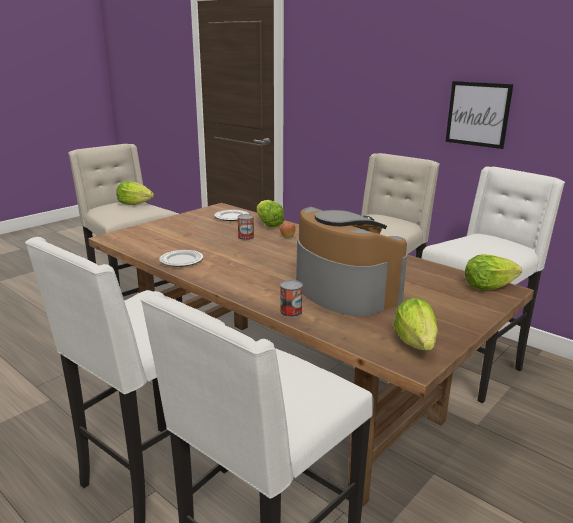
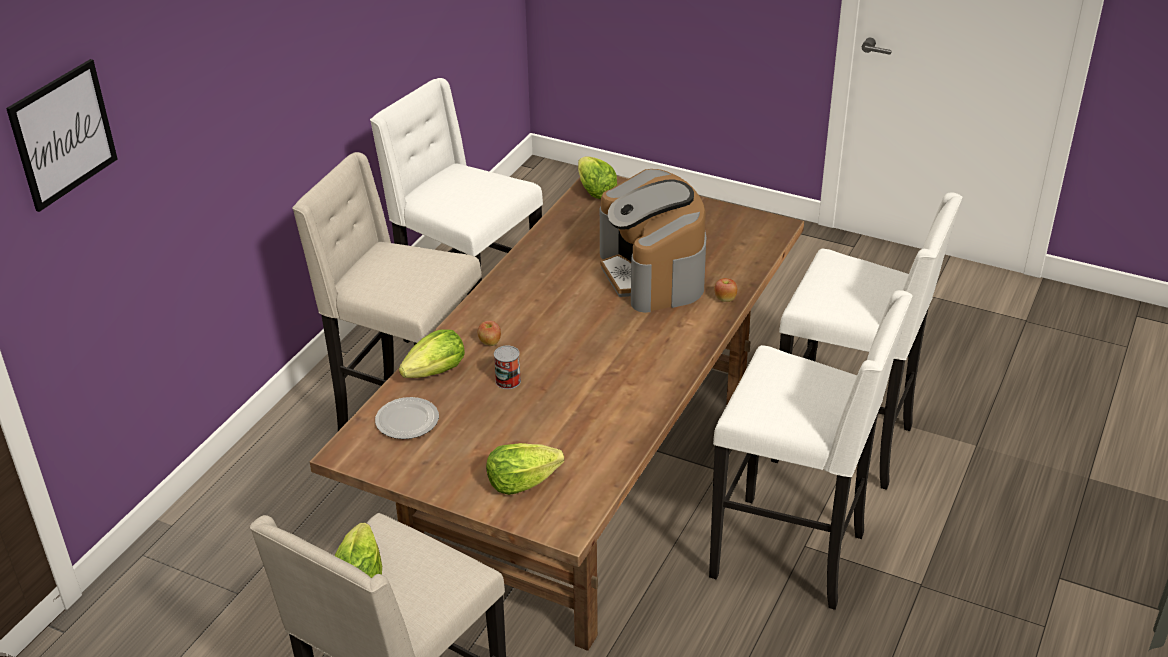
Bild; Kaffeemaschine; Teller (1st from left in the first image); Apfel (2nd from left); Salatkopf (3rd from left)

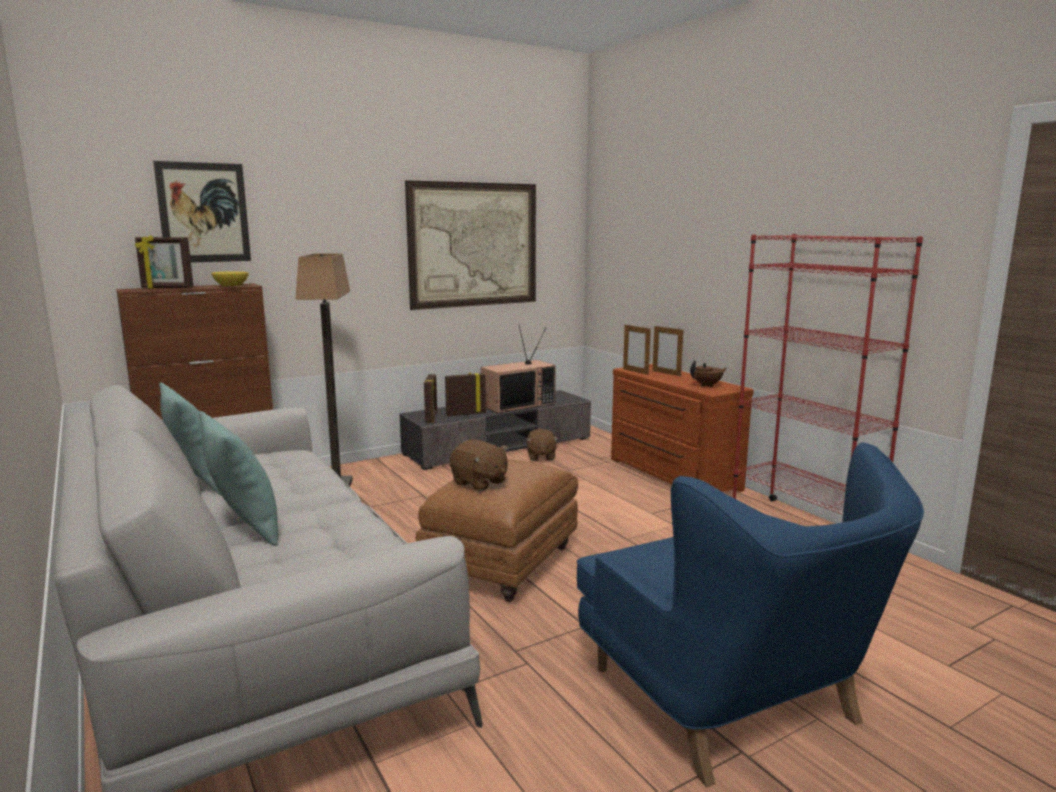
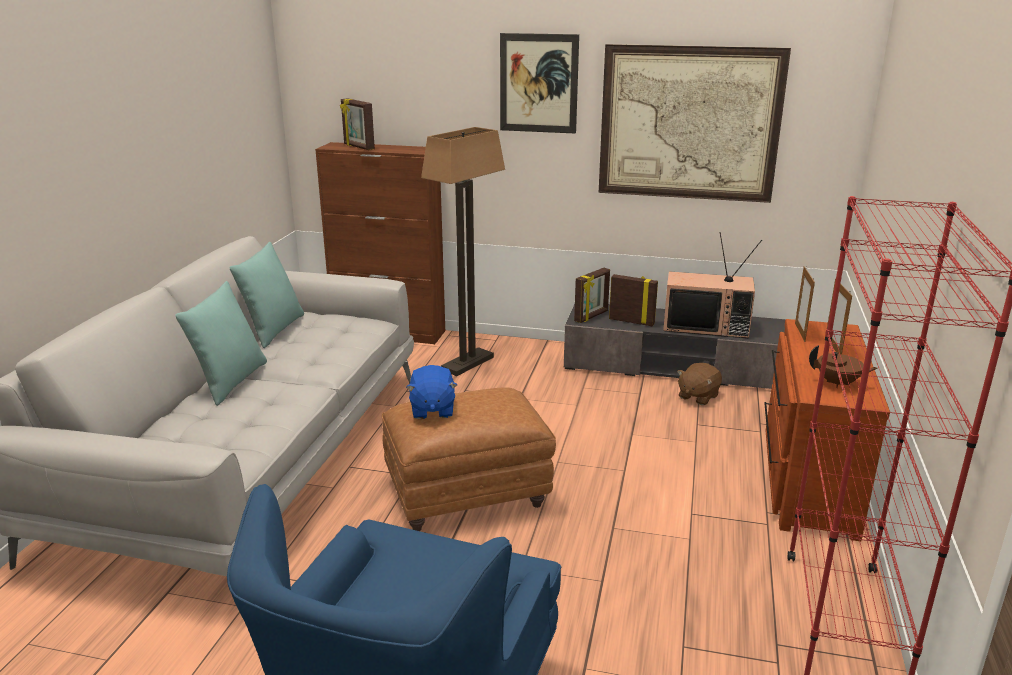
Bild (1st from left); Schüssel [gelb]; Plüschtier [blau]

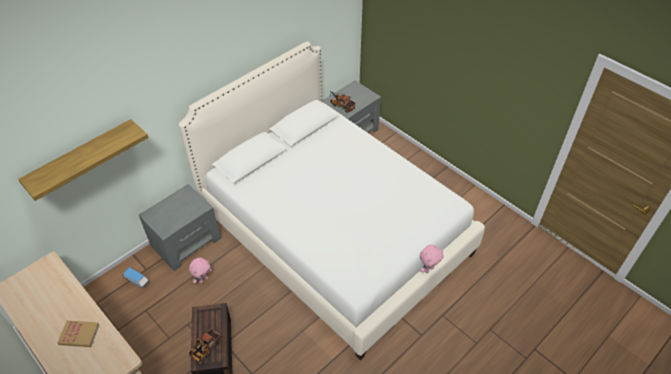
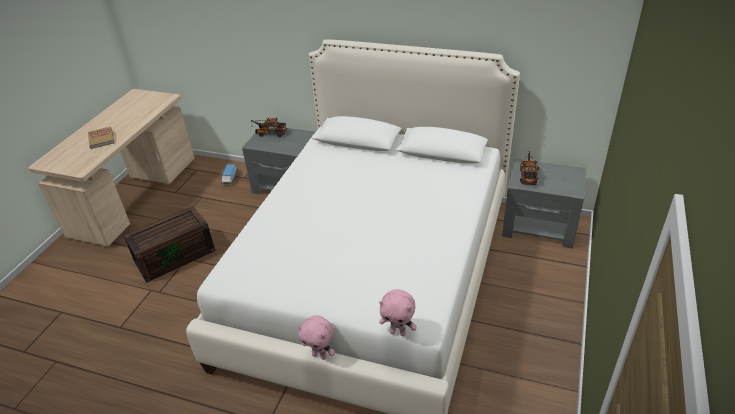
Wandregal; Plüschtier [rosa] (2nd from left); Spielzeuglaster (1st from left)

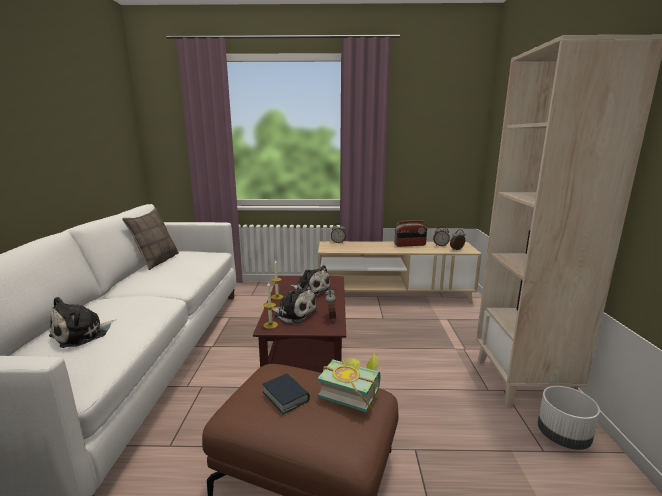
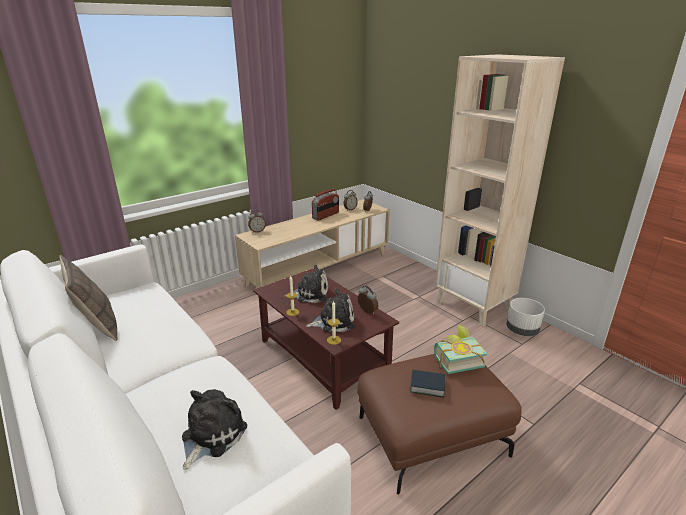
Plüschtier (1st from left)

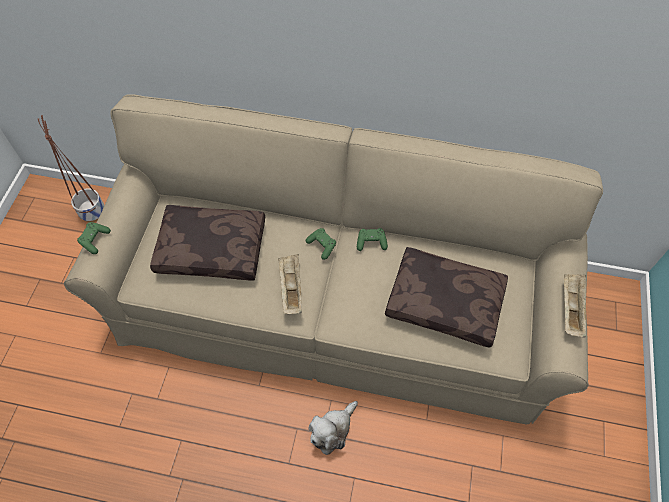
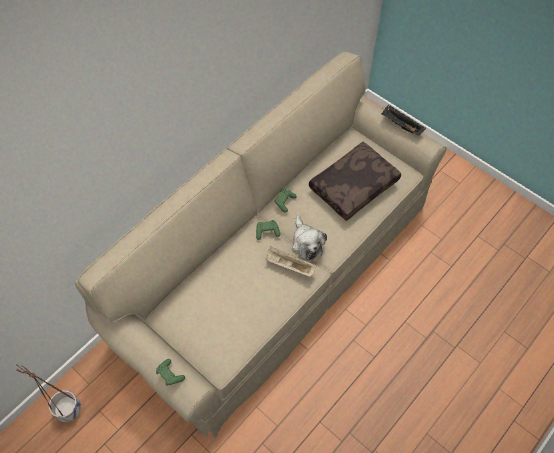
Kissen [braun] (1st from left in the first image); Tablett [schwarz]; Plüschtier

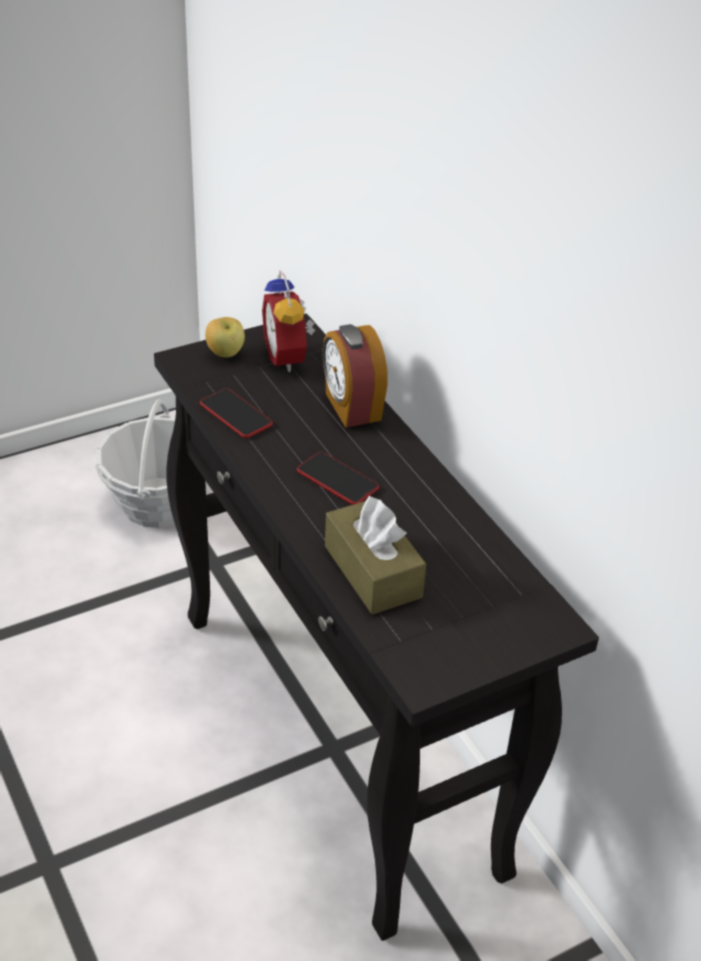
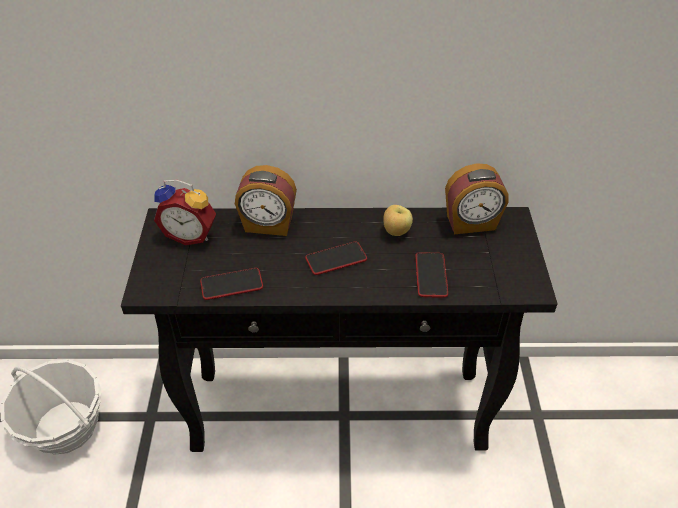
Apfel; Handy (3rd from left); Wecker (3rd from left)

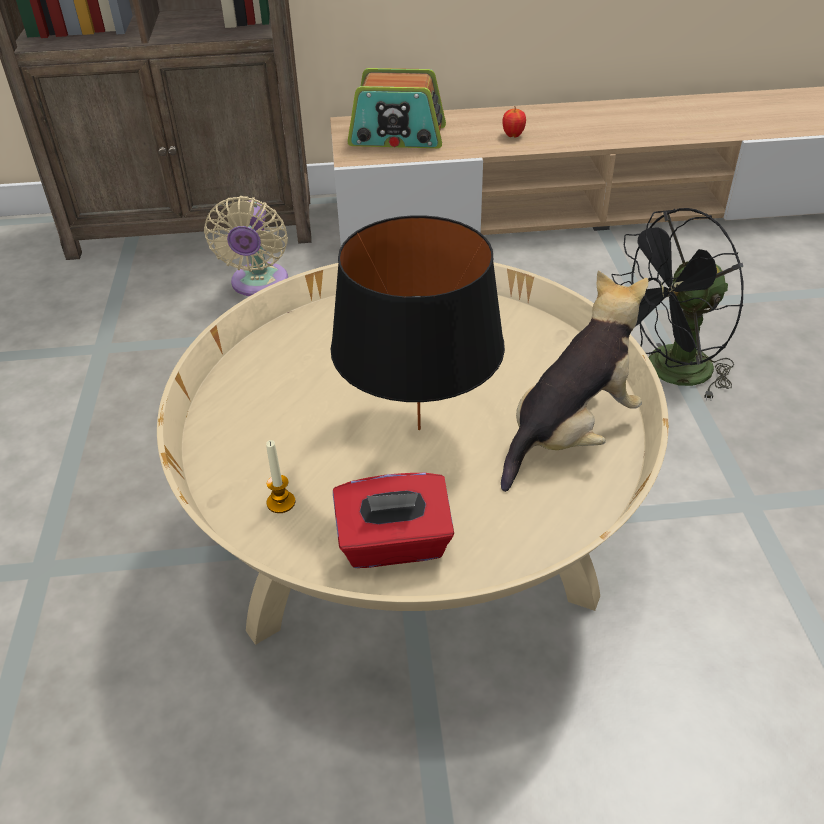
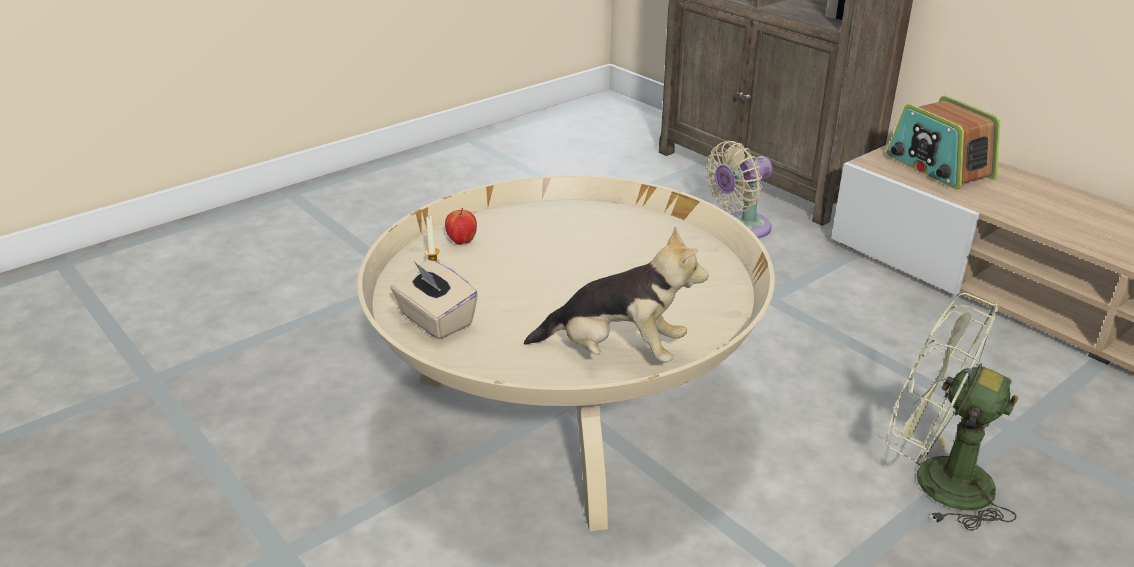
Apfel; Ventilator [grün]; Tischlampe [schwarz]; Taschentuchbox [beige]

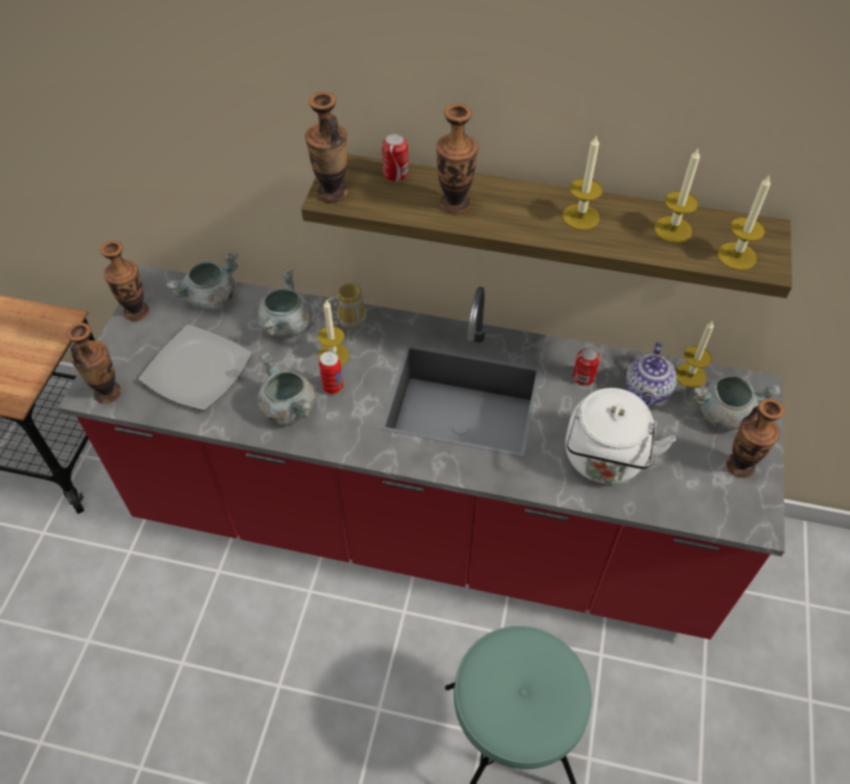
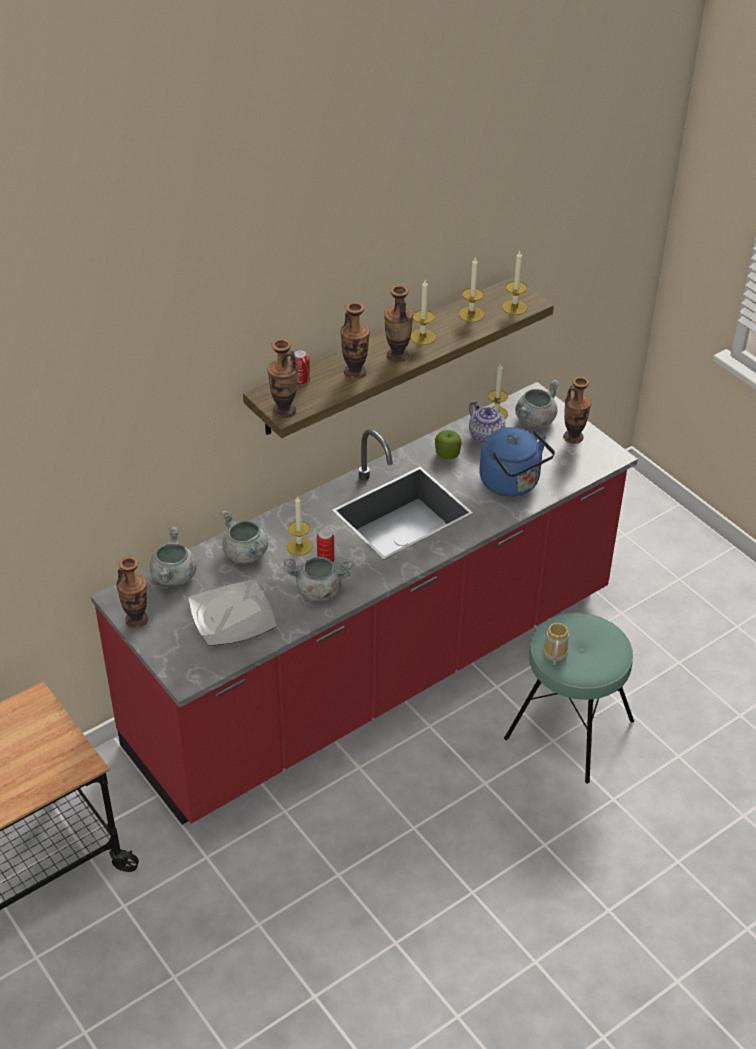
Henkelbecher; Vase (4th from left); Apfel; Wasserkessel [blau]

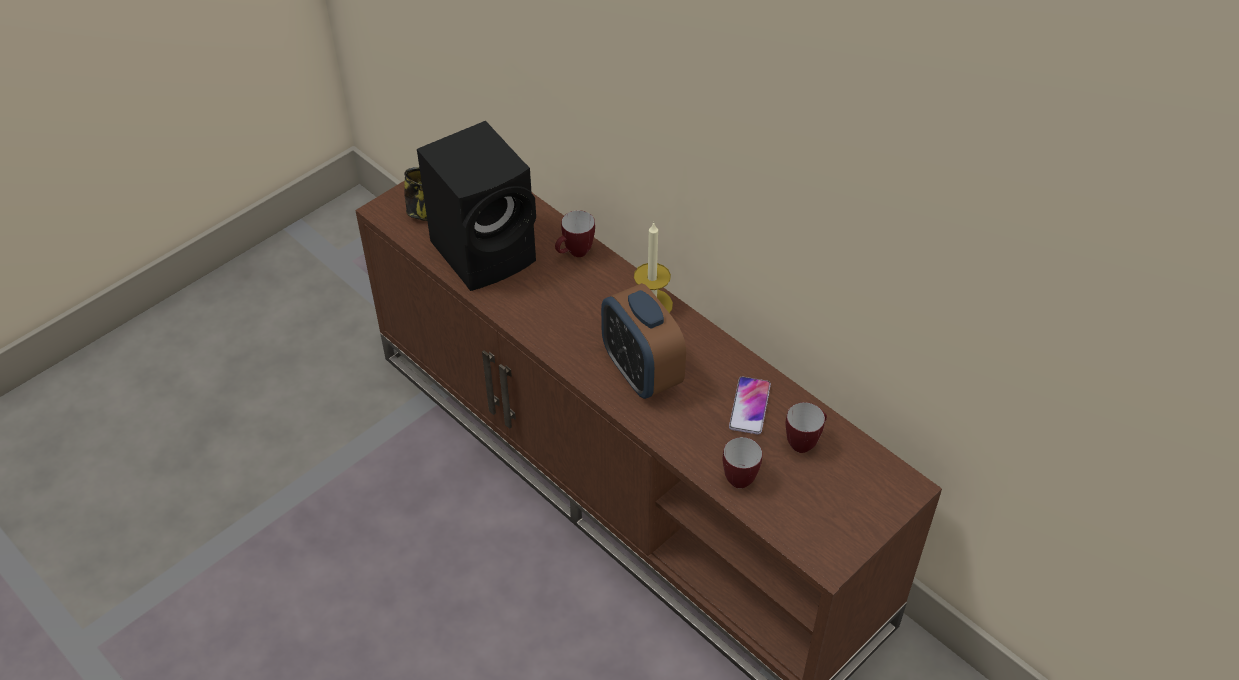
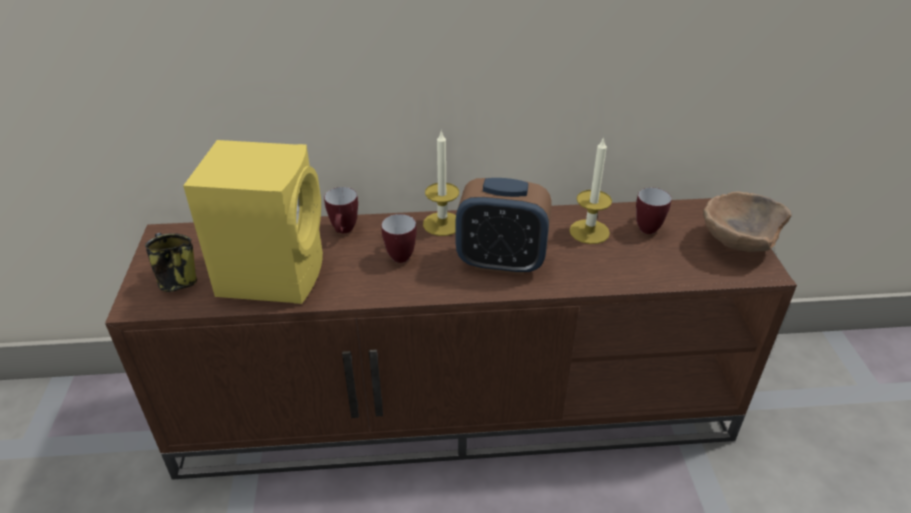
Lautsprecher [gelb]; Kerze (2nd from left); Henkelbecher (3rd from left); Schüssel [braun]

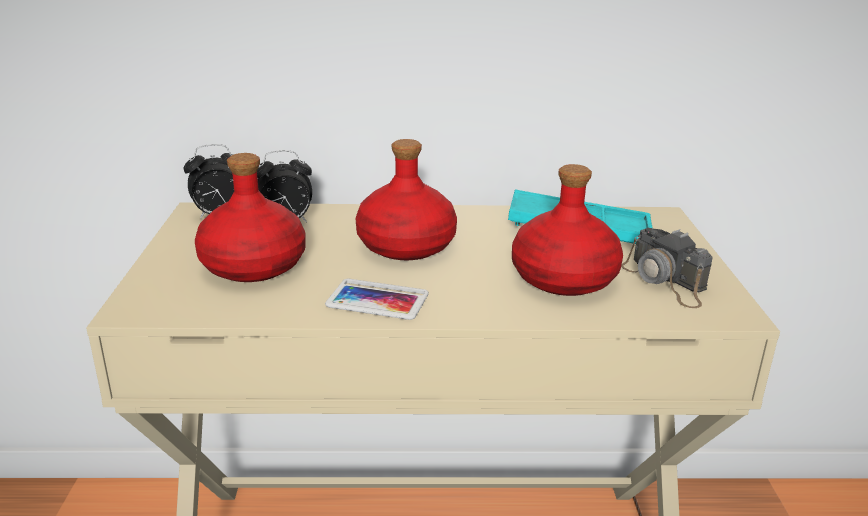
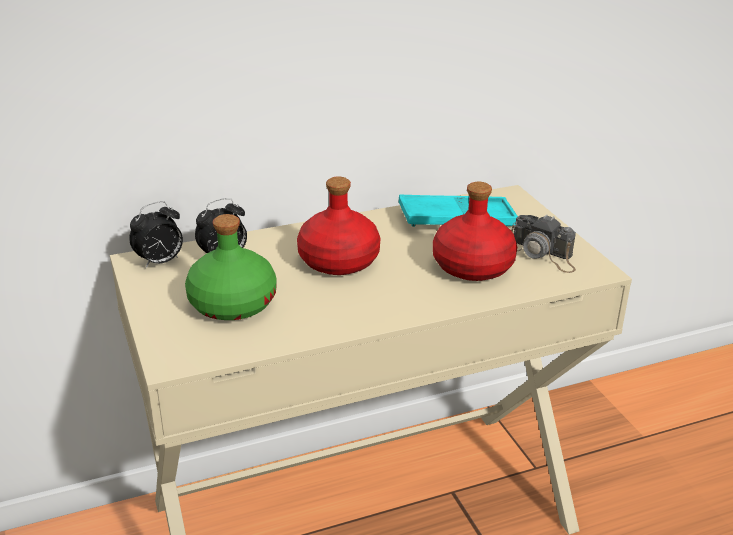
Flasche [grün]; Handy

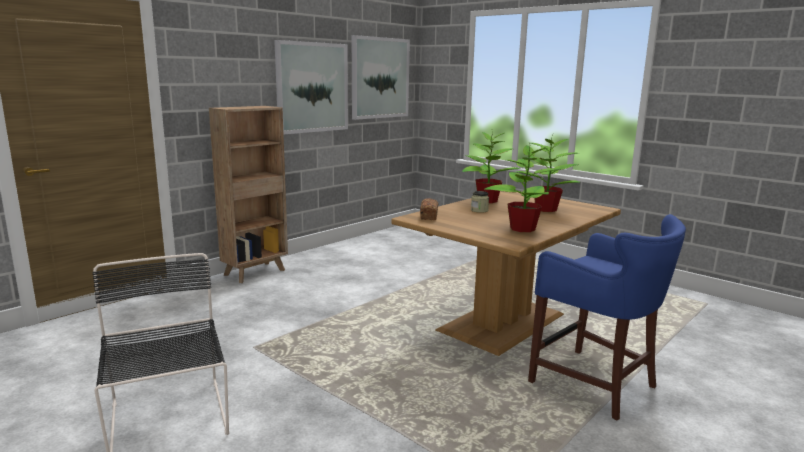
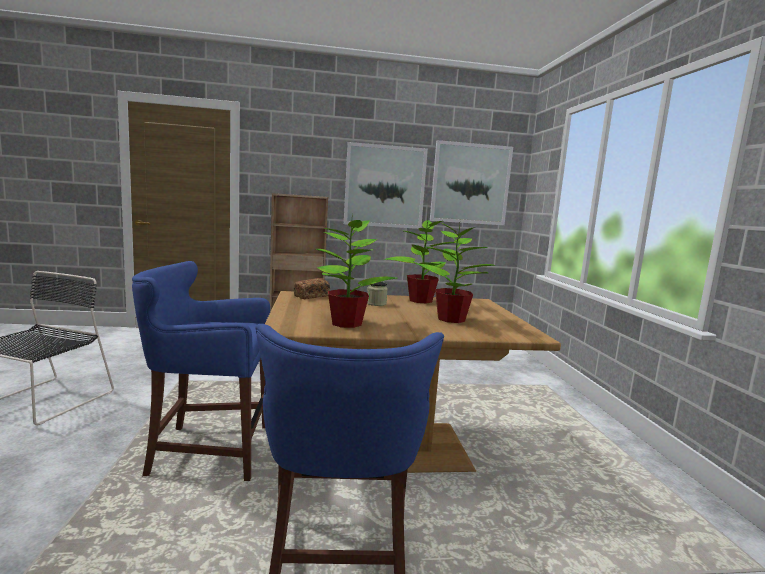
Hocker [blau] (1st from left)

